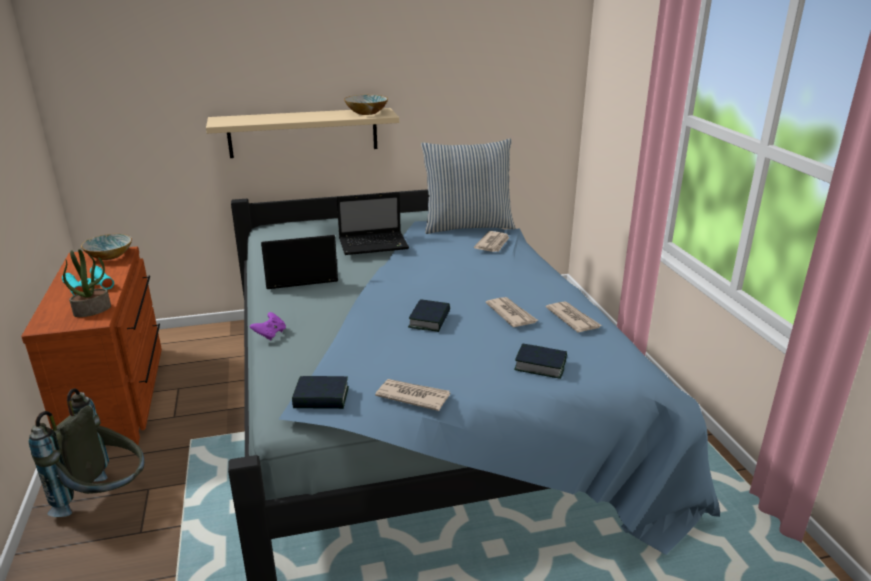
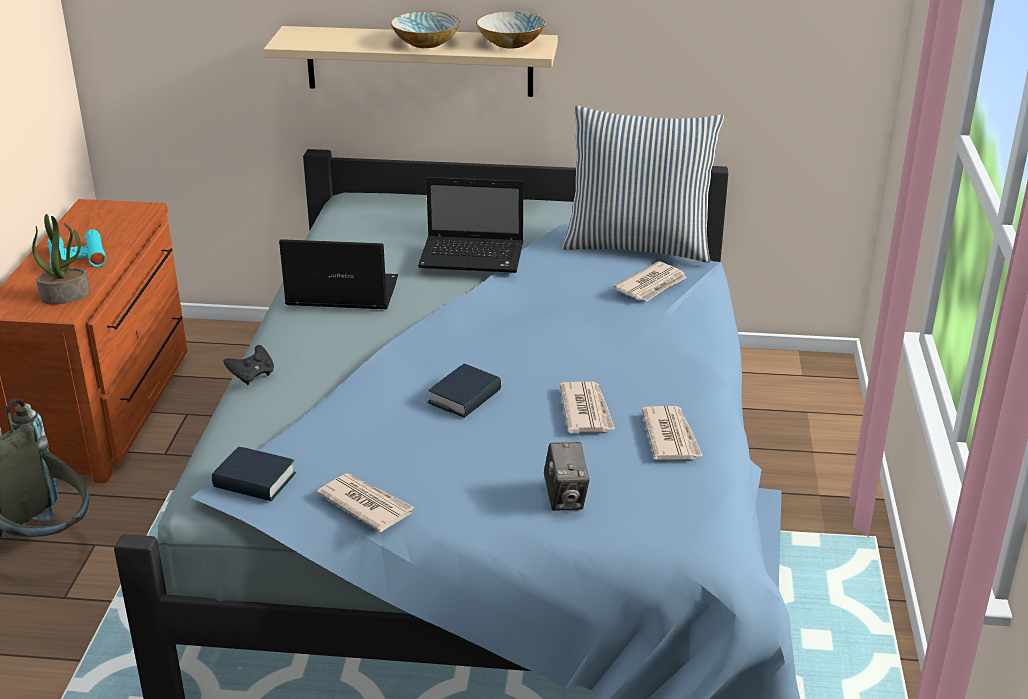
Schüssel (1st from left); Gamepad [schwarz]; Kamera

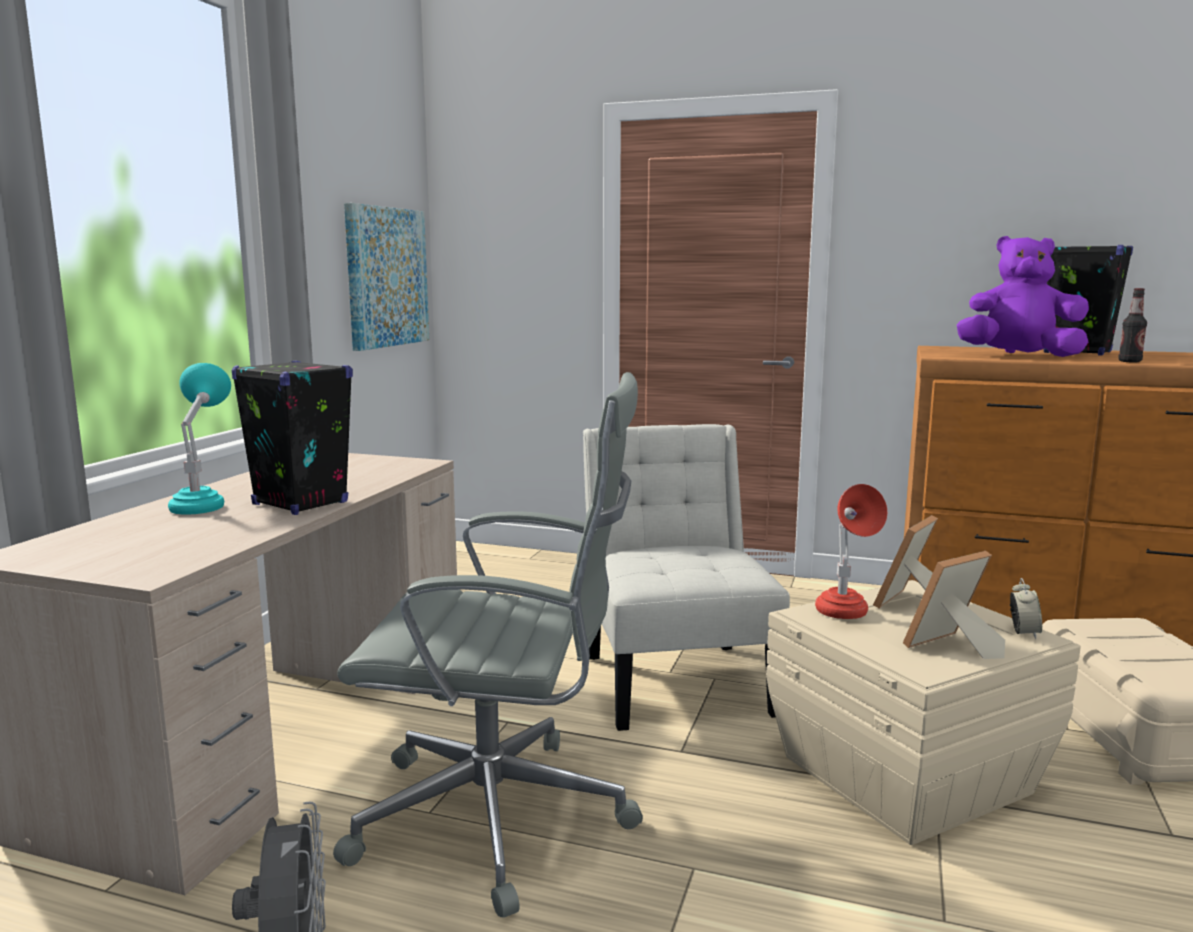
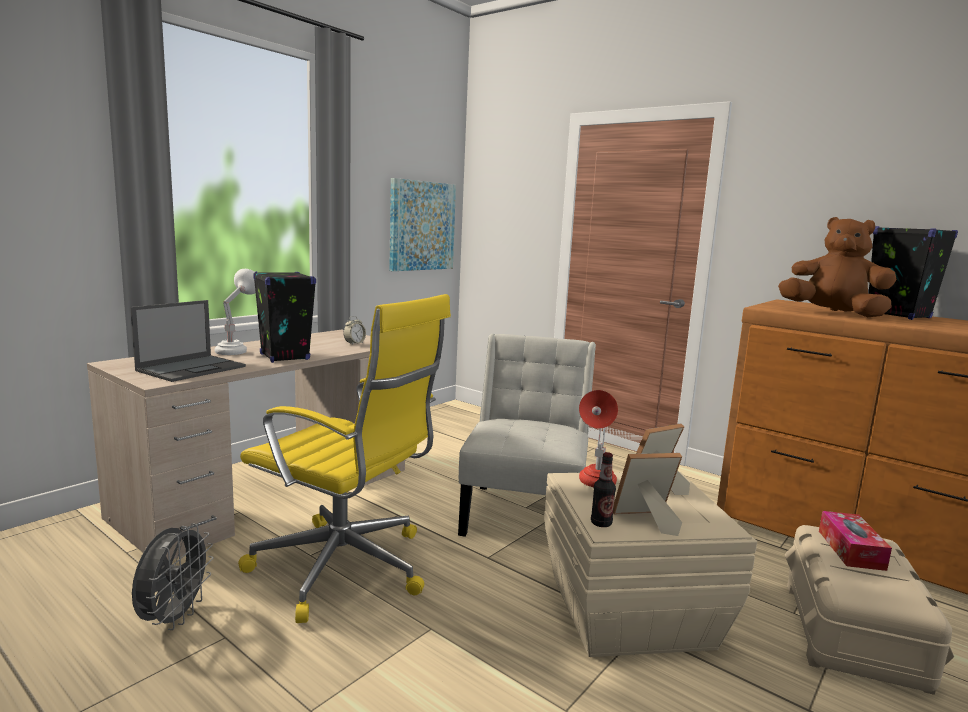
Plüschtier [braun]; Flasche; Tischlampe [weiß]; Bürostuhl [gelb]; Wecker; Laptop; Taschentuchbox

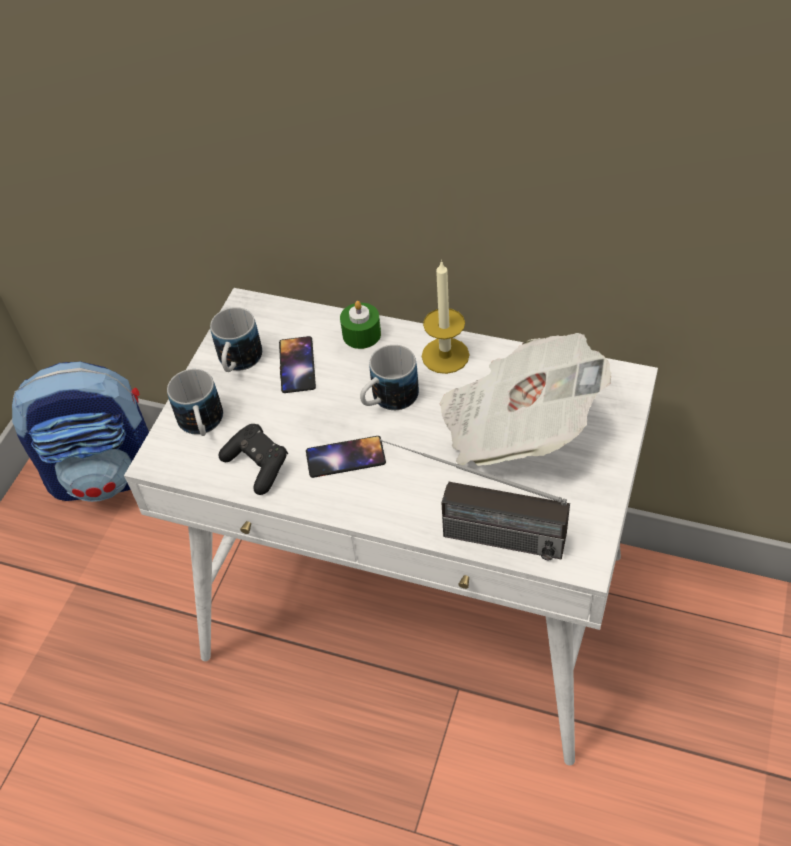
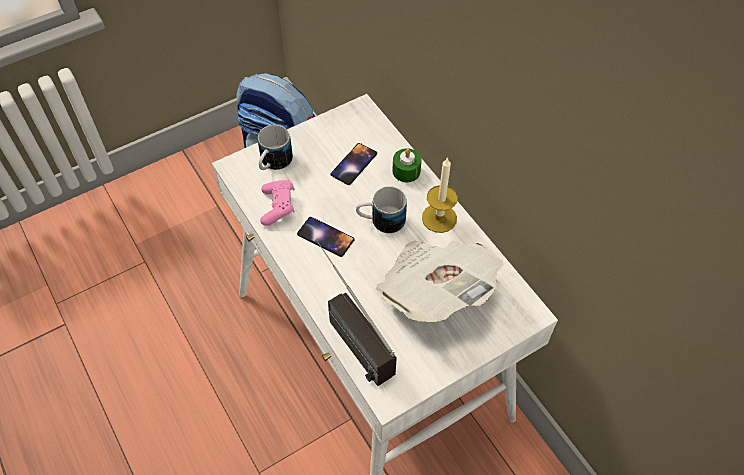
Henkelbecher (2nd from left in the first image); Gamepad [rosa]

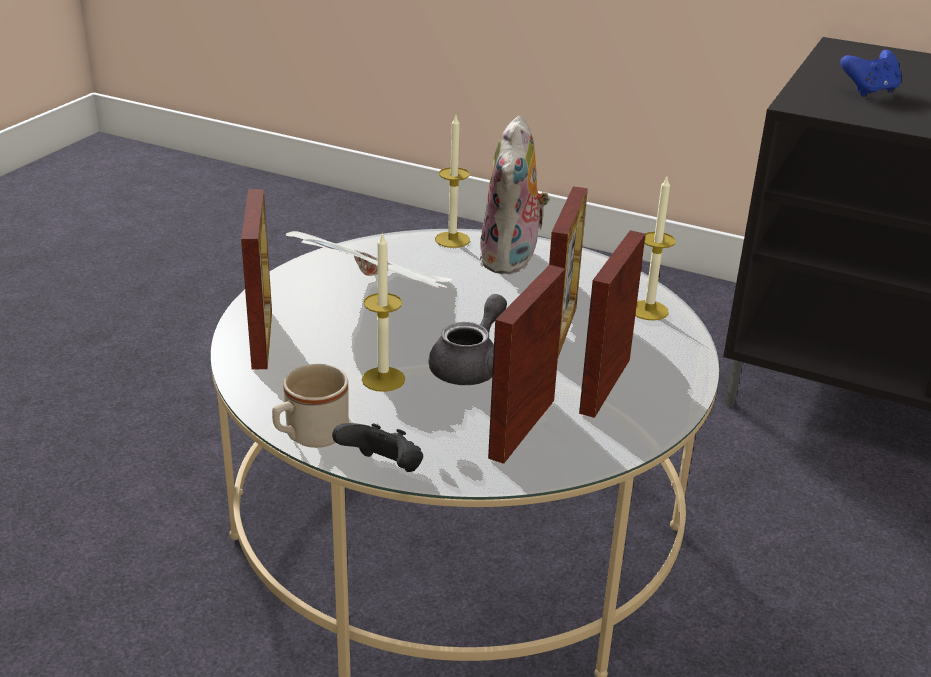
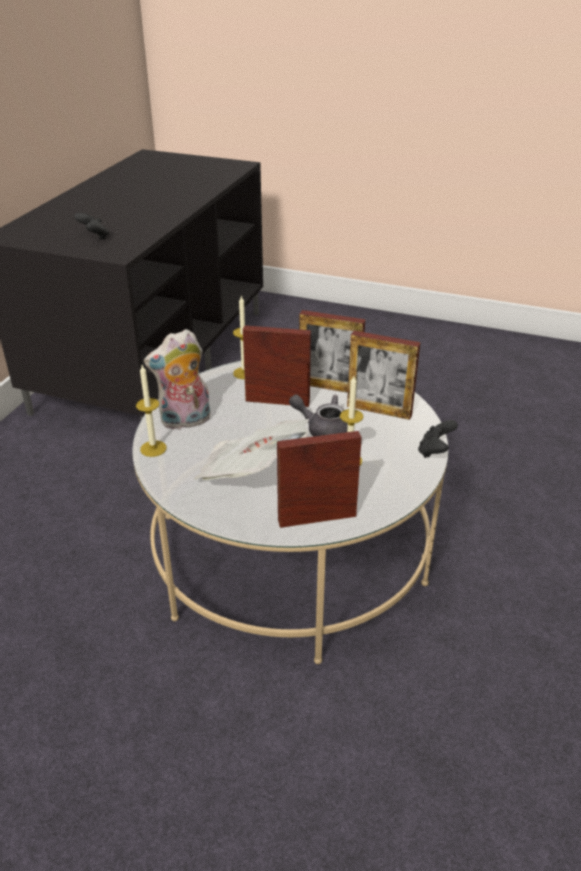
Gamepad [schwarz] (1st from left); Plüschtier; Henkelbecher [beige]

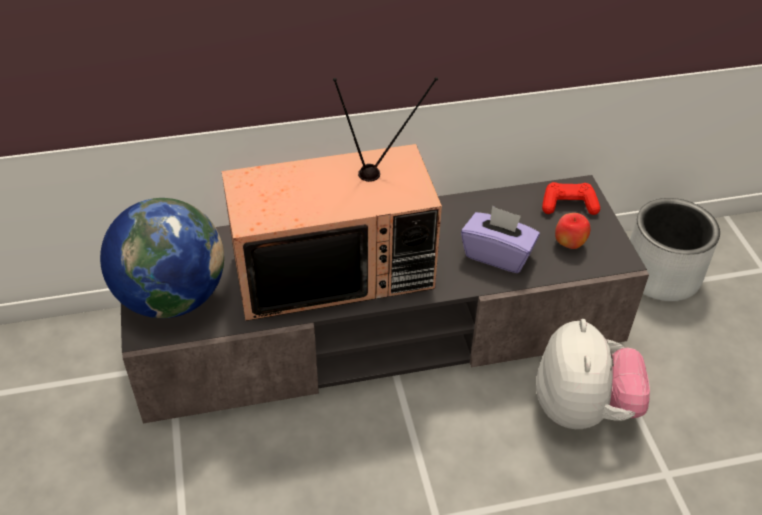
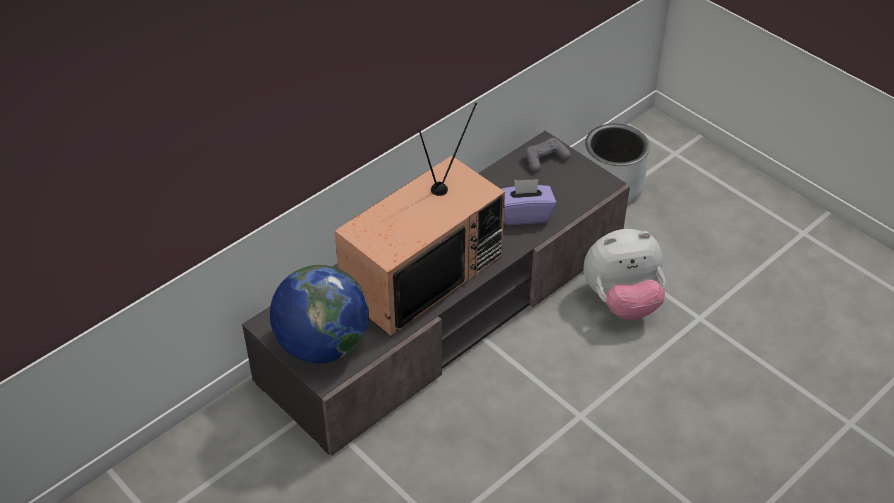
Gamepad [grau]; Apfel; Plüschtier

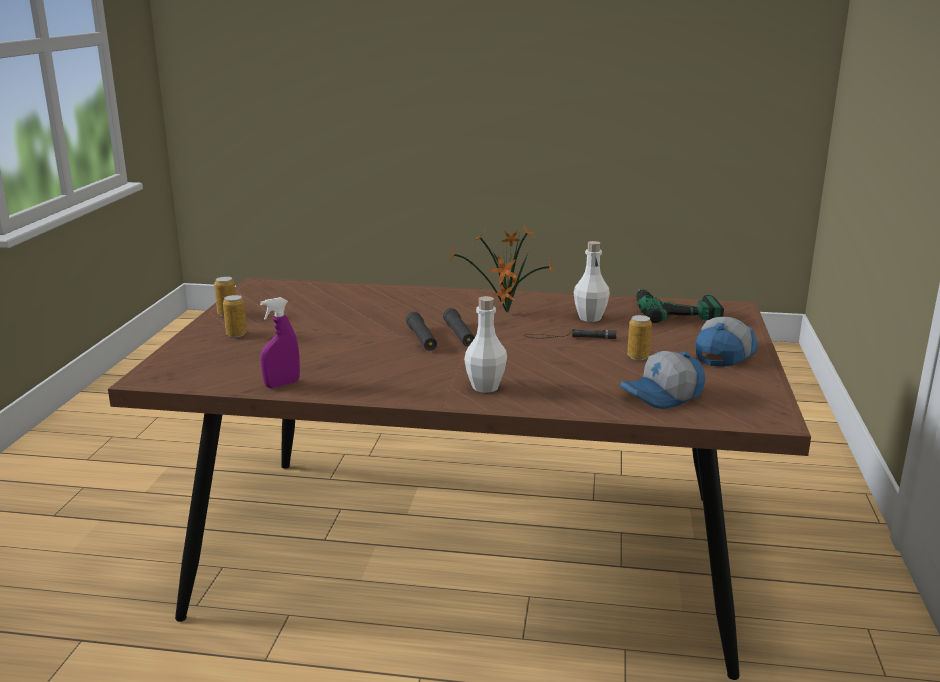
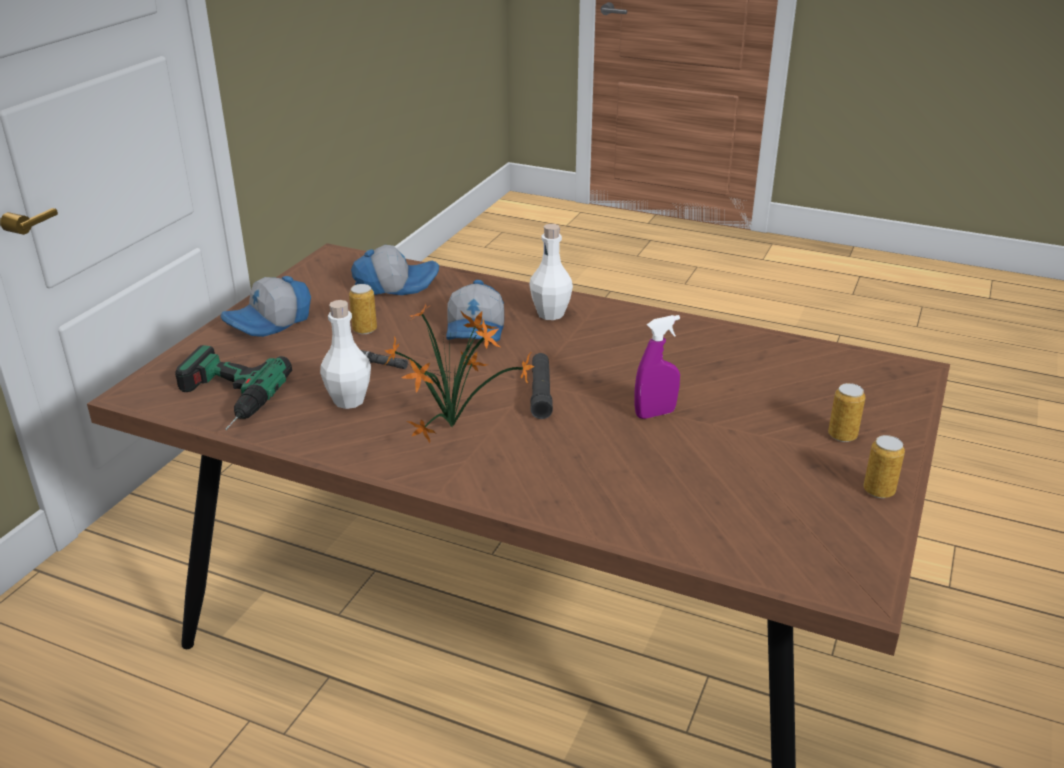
Sprühflasche [lila]; Taschenlampe [schwarz] (1st from left in the first image); Kappe (3rd from left)

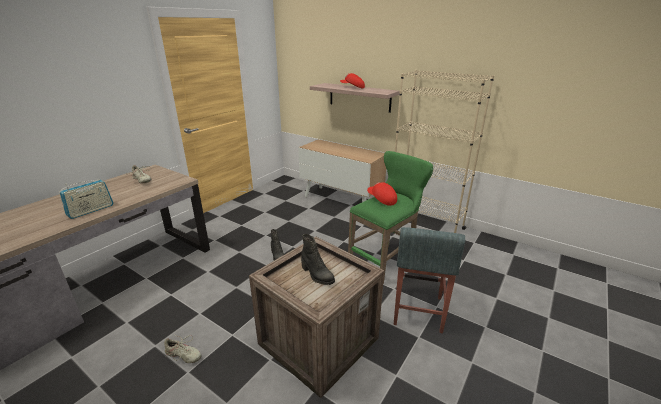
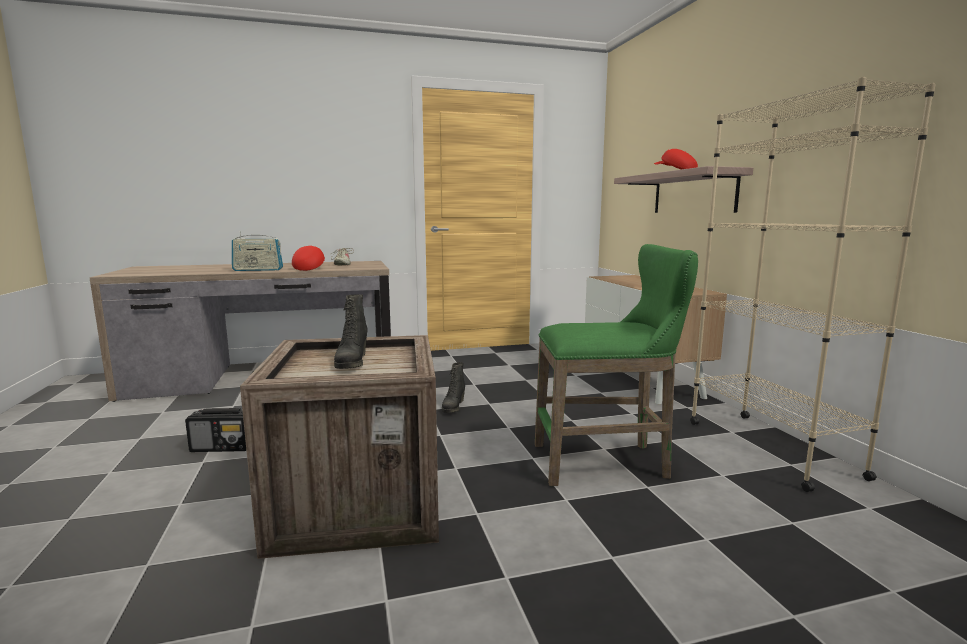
Kappe [rot] (1st from left); Hocker [grau]; Radio (1st from left)

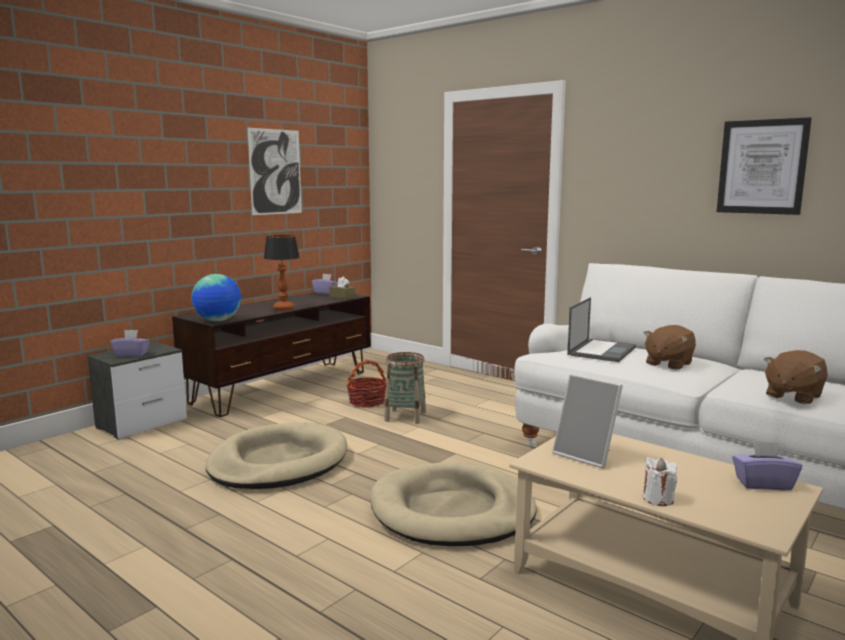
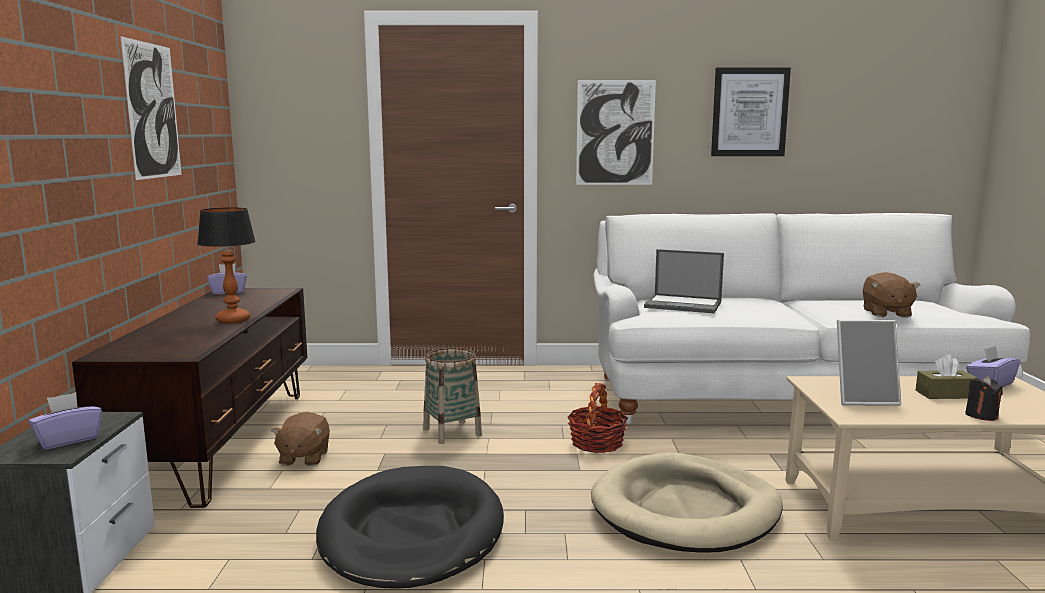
Globus; Taschentuchbox [braun]; Laptop; Plüschtier [braun] (1st from left); Korb (2nd from left); Hundebett [schwarz]; Kerze [schwarz]; Bild (2nd from left)

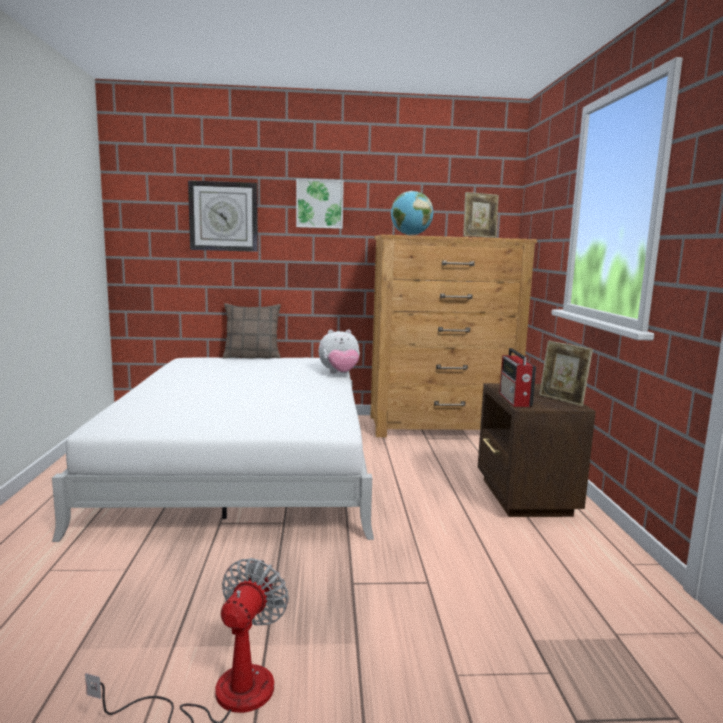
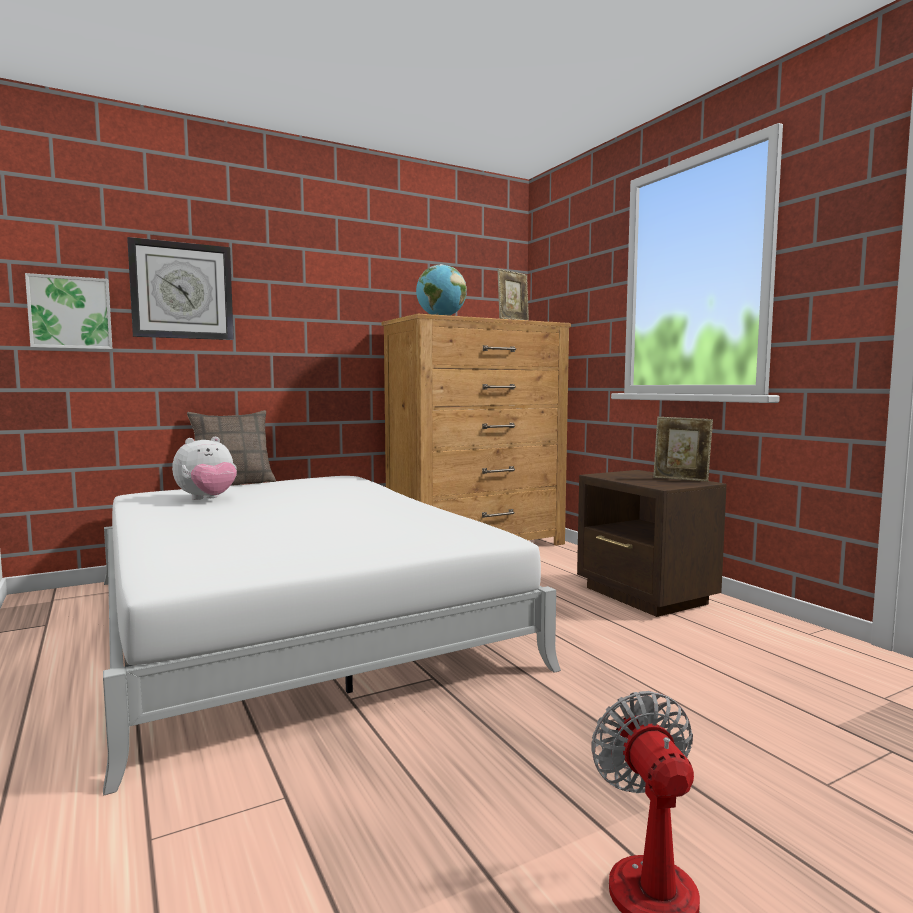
Bild; Plüschtier; Radio

